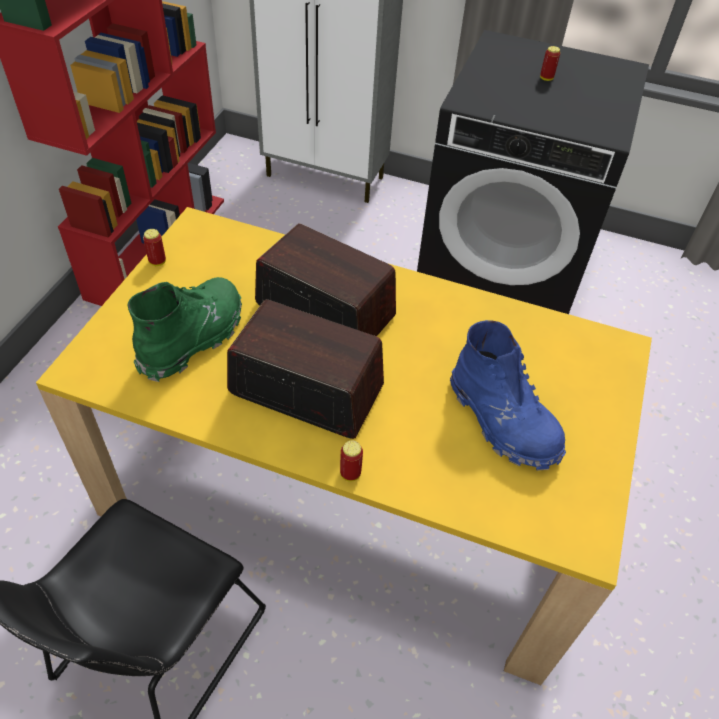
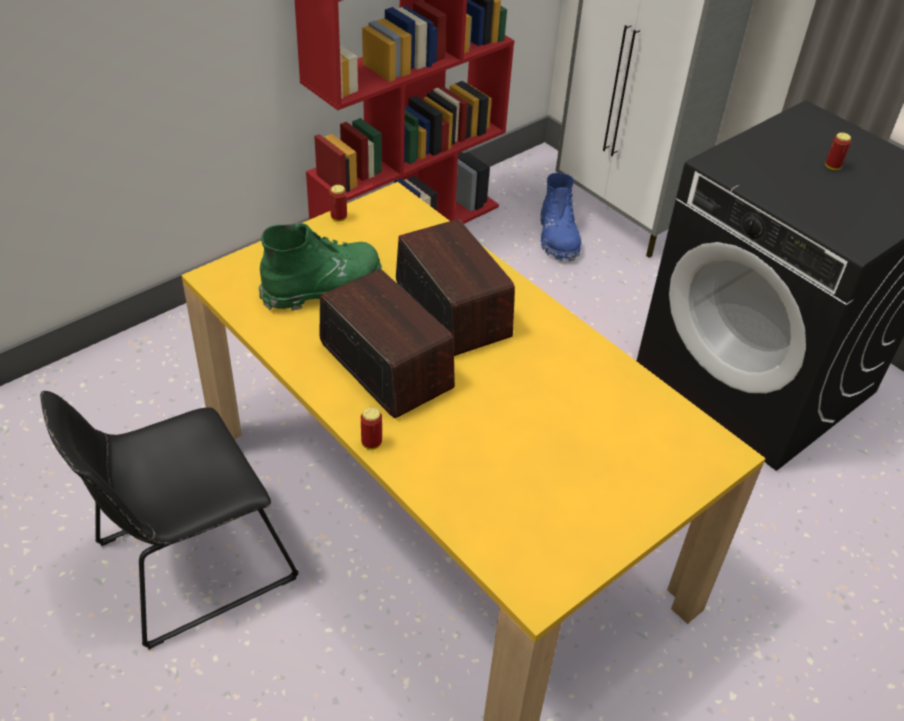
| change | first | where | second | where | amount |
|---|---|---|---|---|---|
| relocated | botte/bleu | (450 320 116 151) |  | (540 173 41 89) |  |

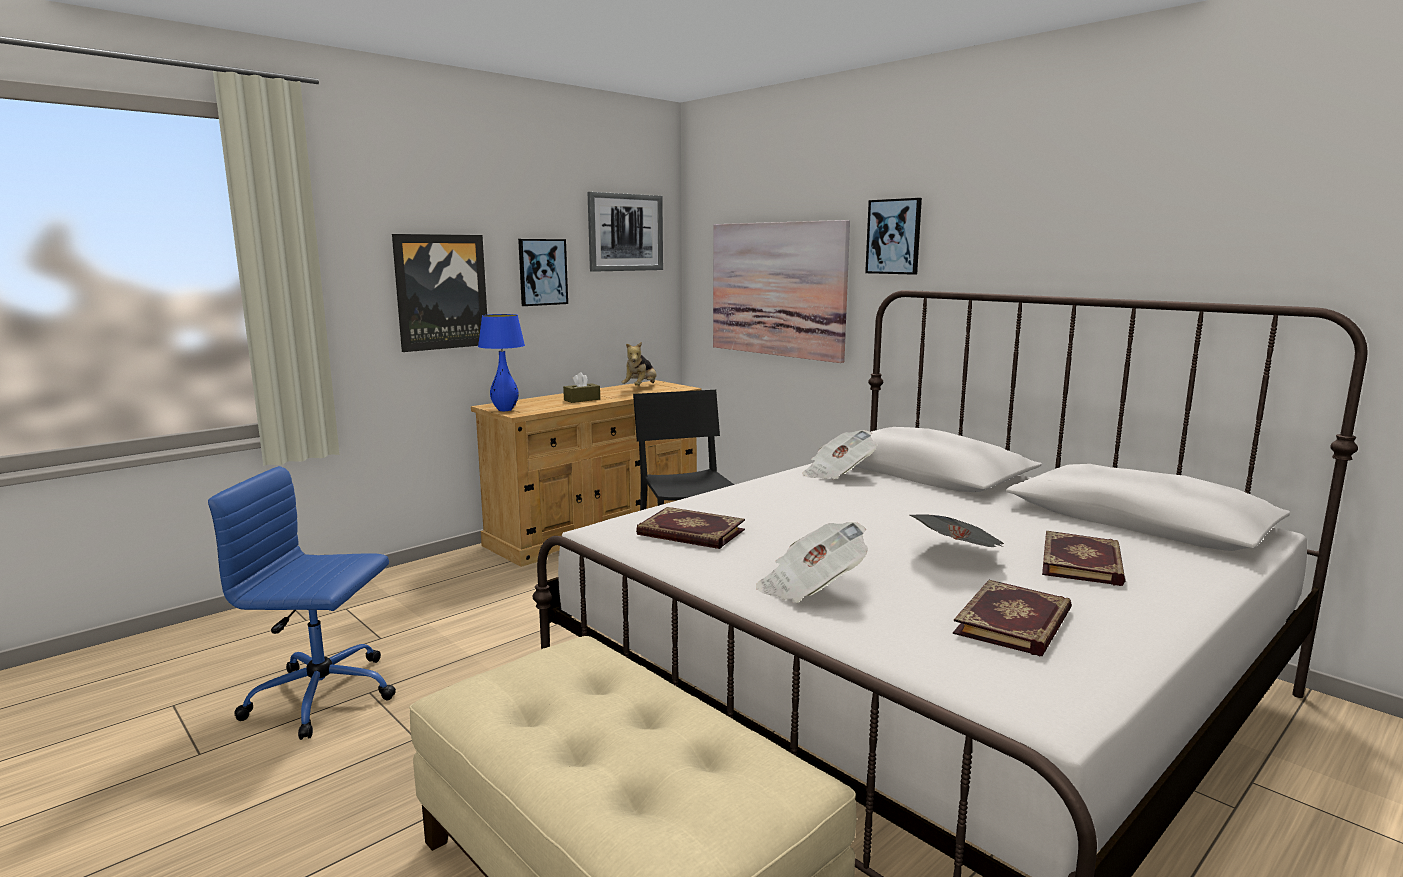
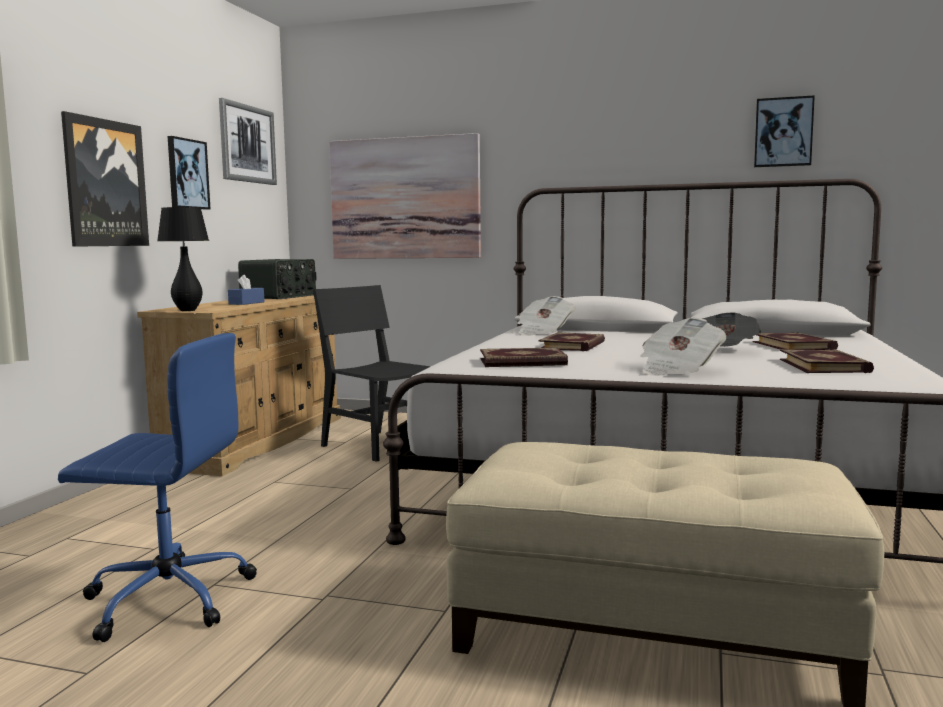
| change | first | where | second | where | amount |
|---|---|---|---|---|---|
| spun | chaise de bureau/bleu | (208 466 188 274) |  | (58 333 199 309) | 150 degrees counterclockwise |
| colour | lampe de table/bleu | (478 314 47 97) | lampe de table/noir | (157 207 52 104) |  |
| colour | boîte à mouchoirs/marron | (563 372 37 31) | boîte à mouchoirs/bleu | (228 275 36 30) |  |
| exchanged | peluche | (621 342 35 44) | radio | (238 259 79 40) |  |
| relocated | tableau | (865 198 57 77) |  | (754 95 61 72) |  |
| appeared |  |  | livre | (538 332 67 19) |  |

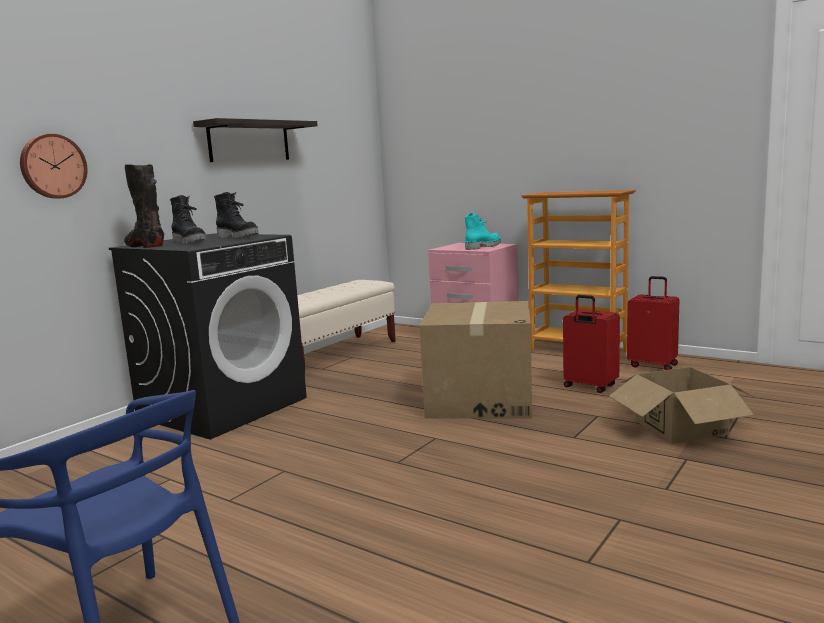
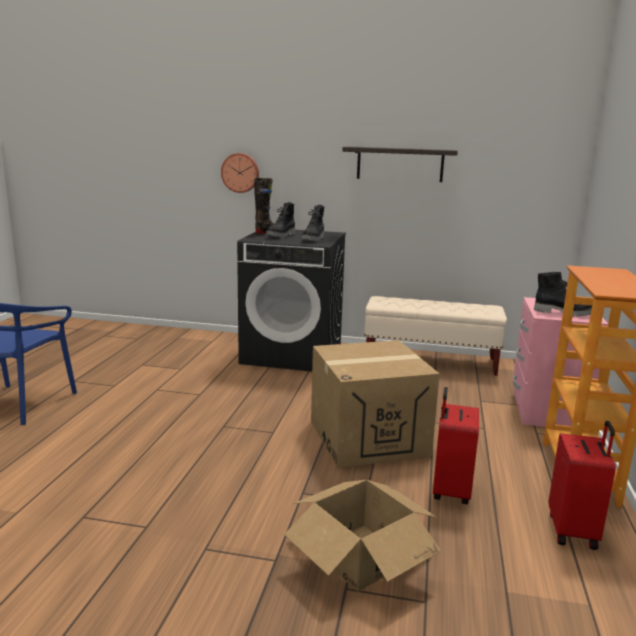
| change | first | where | second | where | amount |
|---|---|---|---|---|---|
| colour | botte/turquoise | (465 213 36 37) | botte/noir | (534 271 58 46) |  |

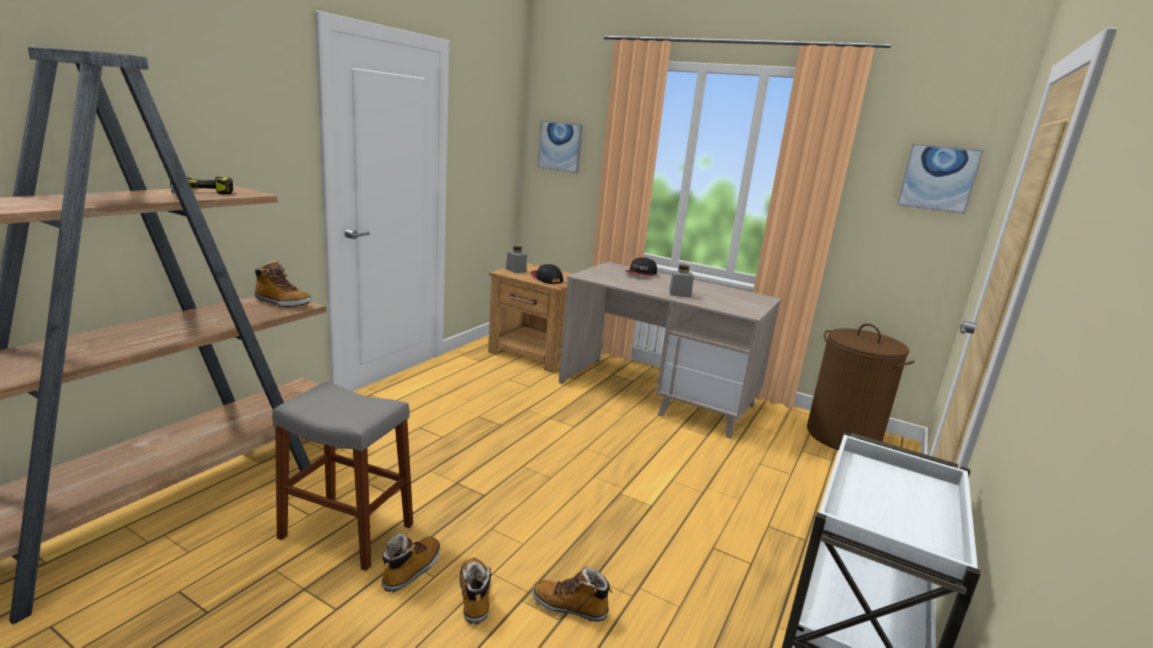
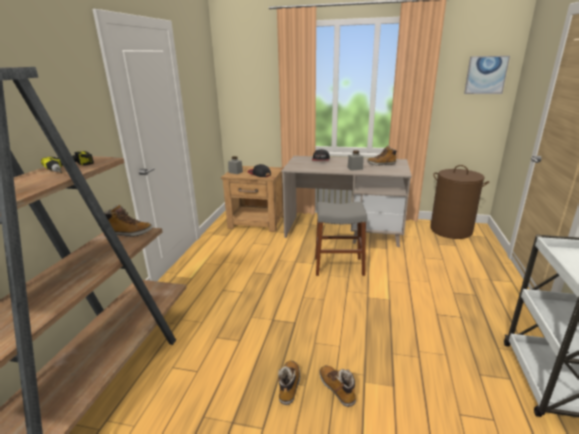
| change | first | where | second | where | amount |
|---|---|---|---|---|---|
| relocated | tabouret/gris | (272 382 141 189) |  | (315 202 52 74) |  |
| relocated | botte | (532 566 81 56) |  | (367 145 30 21) |  |
| missing | tableau | (538 120 45 53) |  |  |  |

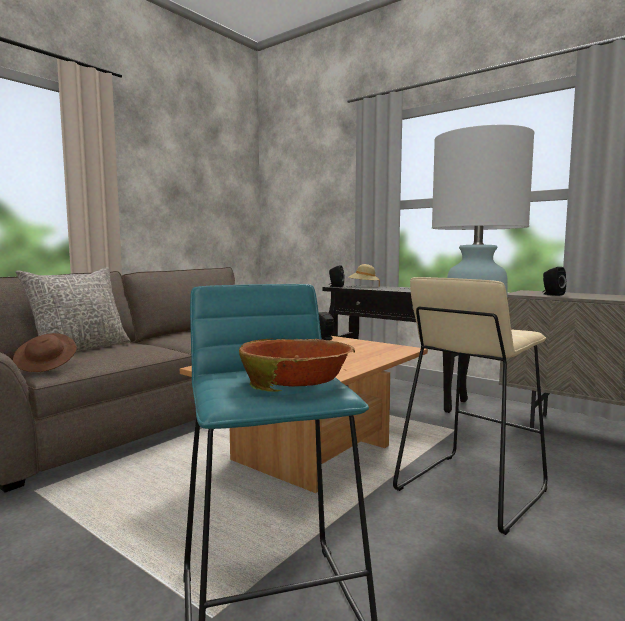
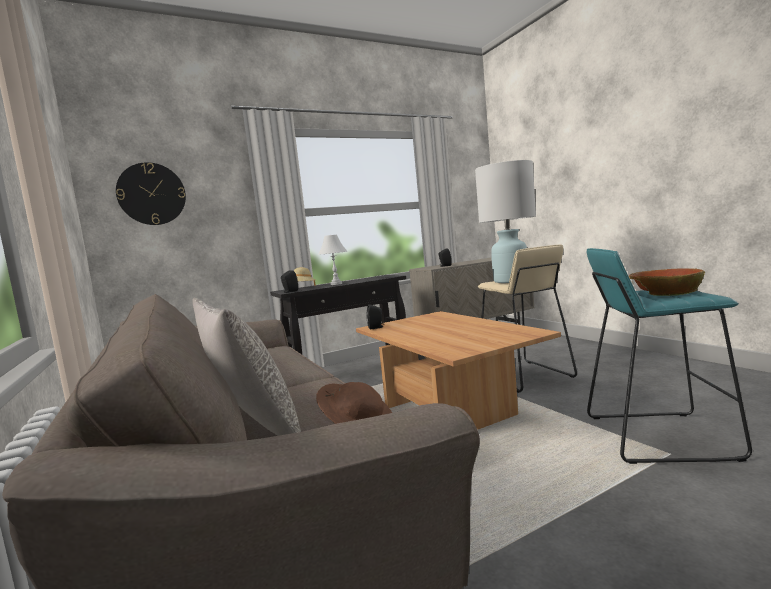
| change | first | where | second | where | amount |
|---|---|---|---|---|---|
| appeared |  |  | horloge murale | (116 162 70 63) |  |
| appeared |  |  | lampe de table/blanc | (318 235 29 50) |  |

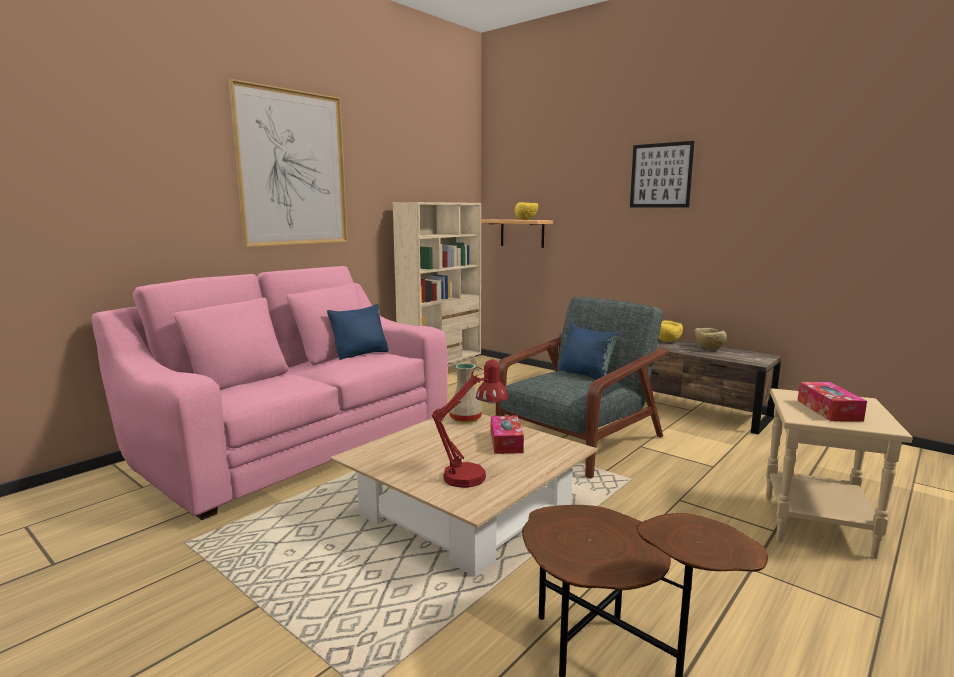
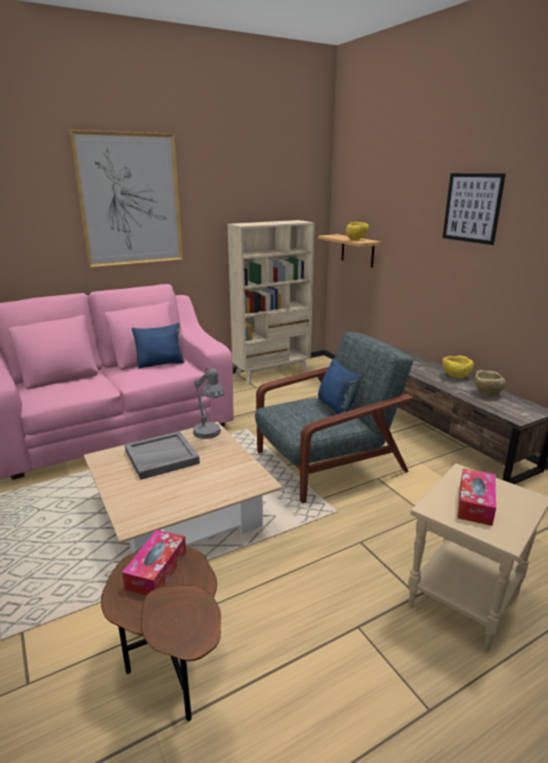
| change | first | where | second | where | amount |
|---|---|---|---|---|---|
| missing | lampe de table/rouge | (431 360 77 128) |  |  |  |
| exchanged | vase/beige | (449 363 34 60) | lampe de table/gris | (193 368 32 71) |  |
| relocated | boîte à mouchoirs | (491 416 33 38) |  | (122 530 64 66) |  |
| appeared |  |  | plateau/gris | (125 431 75 49) |  |

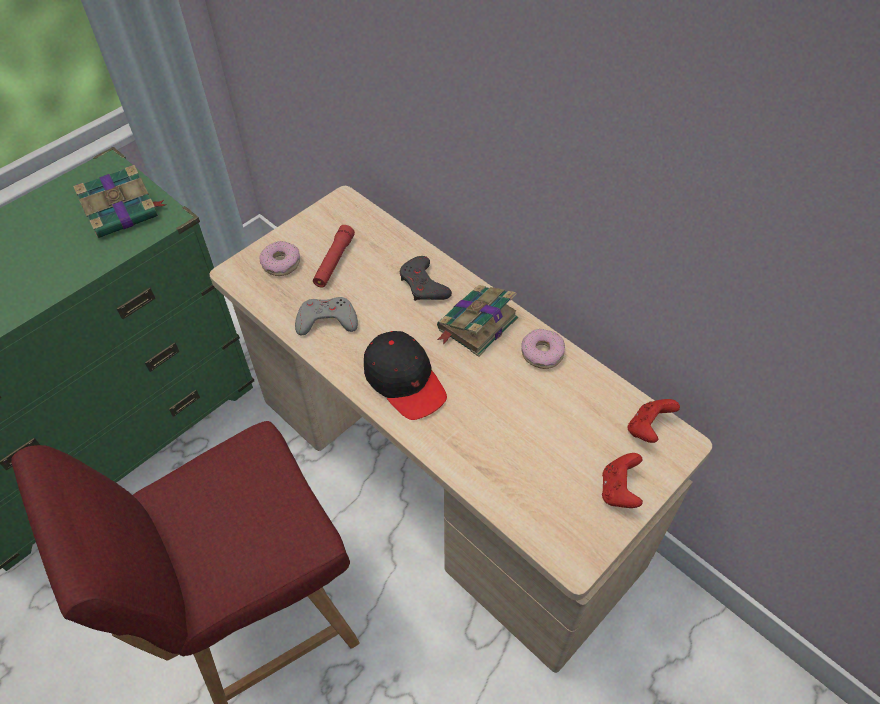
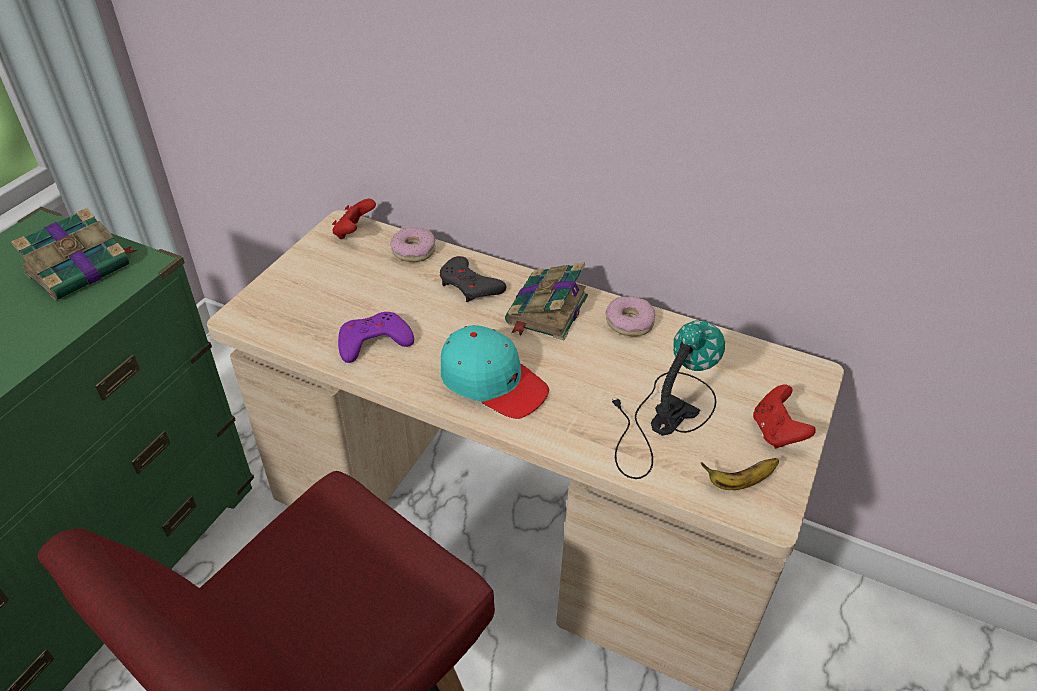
| change | first | where | second | where | amount |
|---|---|---|---|---|---|
| relocated | beignet | (259 241 41 35) |  | (390 227 45 35) |  |
| colour | manette/gris | (295 297 63 38) | manette/violet | (338 312 76 51) |  |
| missing | lampe de poche/rouge | (313 225 42 63) |  |  |  |
| colour | casquette/noir | (364 331 83 89) | casquette/turquoise | (441 325 108 94) |  |
| relocated | manette/rouge | (628 399 52 44) |  | (332 199 44 40) |  |
| appeared |  |  | lampe de table | (612 321 113 158) |  |
| appeared |  |  | banane | (701 458 78 32) |  |

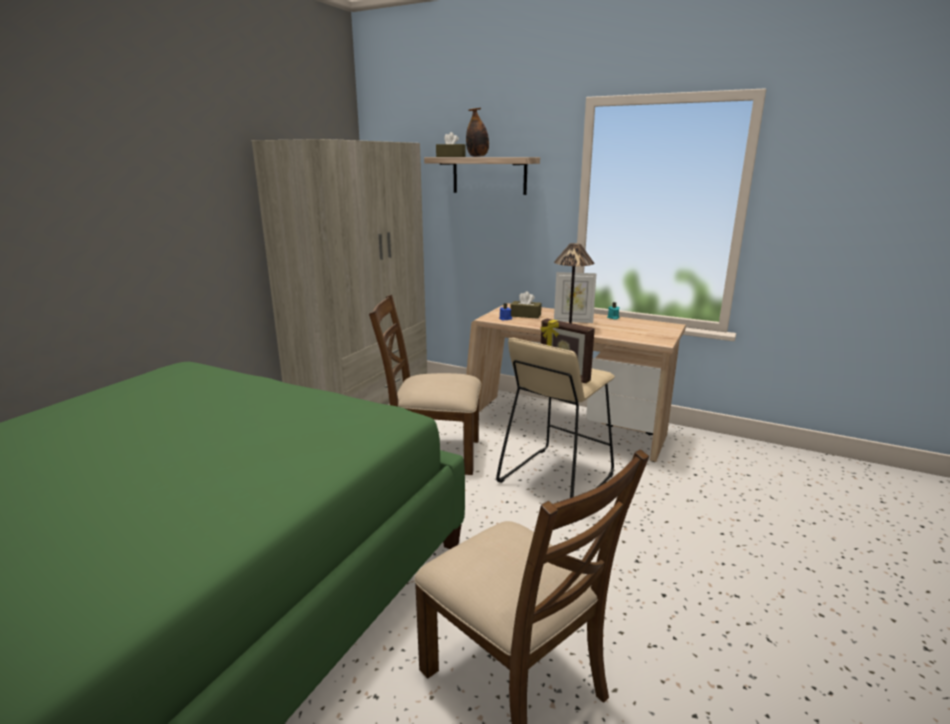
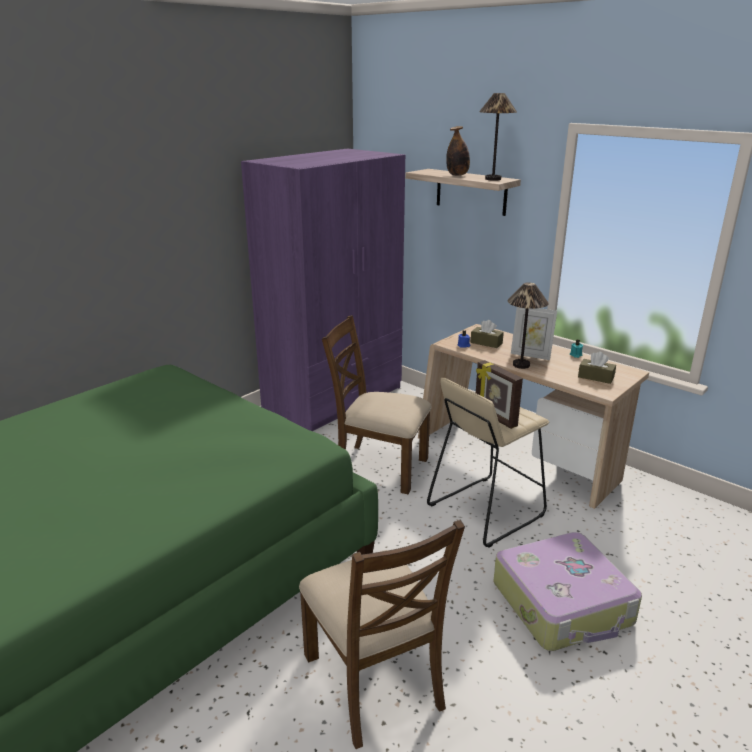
| change | first | where | second | where | amount |
|---|---|---|---|---|---|
| colour | armoire/beige | (252 139 175 266) | armoire/violet | (241 149 164 282) |  |
| relocated | boîte à mouchoirs/marron | (436 132 30 25) |  | (578 352 38 32) |  |
| appeared |  |  | lampe de table | (479 93 38 88) |  |
| appeared |  |  | valise | (493 532 149 119) |  |

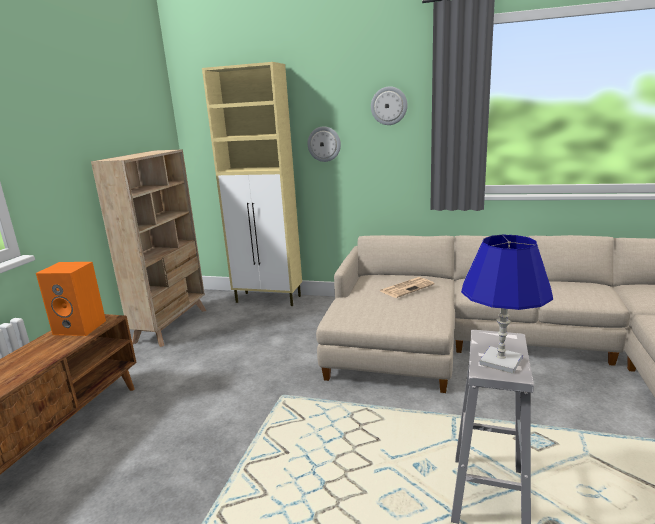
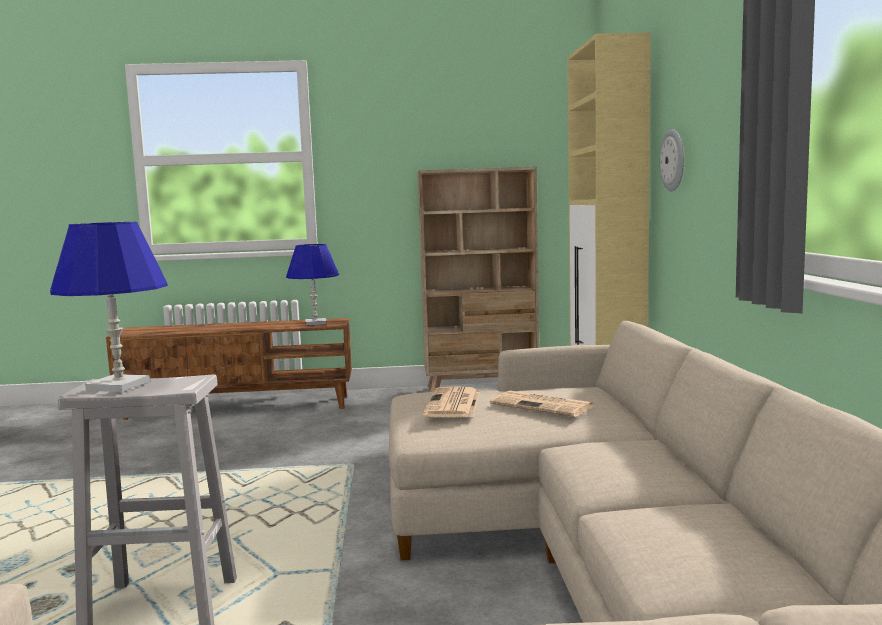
| change | first | where | second | where | amount |
|---|---|---|---|---|---|
| exchanged | enceinte/orange | (36 262 70 74) | lampe de table/bleu | (286 244 53 81) |  |
| missing | horloge murale | (371 86 36 39) |  |  |  |
| appeared |  |  | journal | (423 386 57 32) |  |

